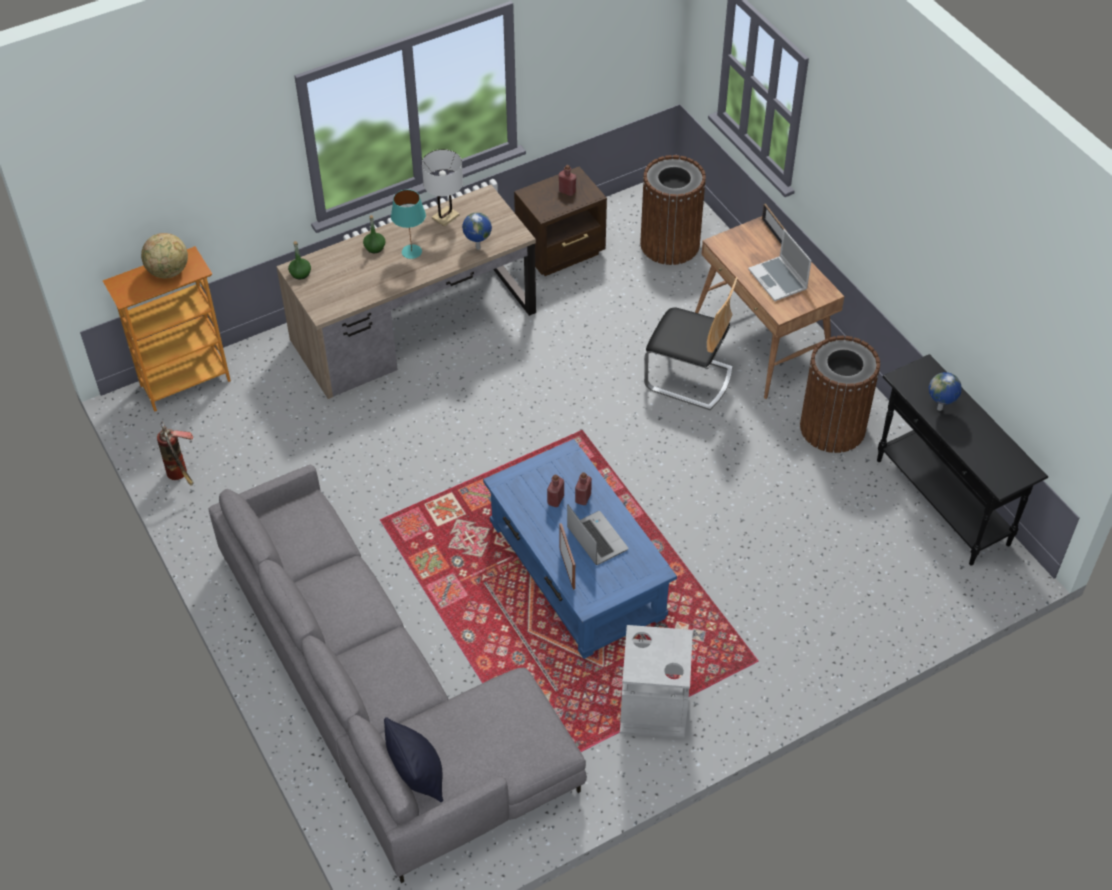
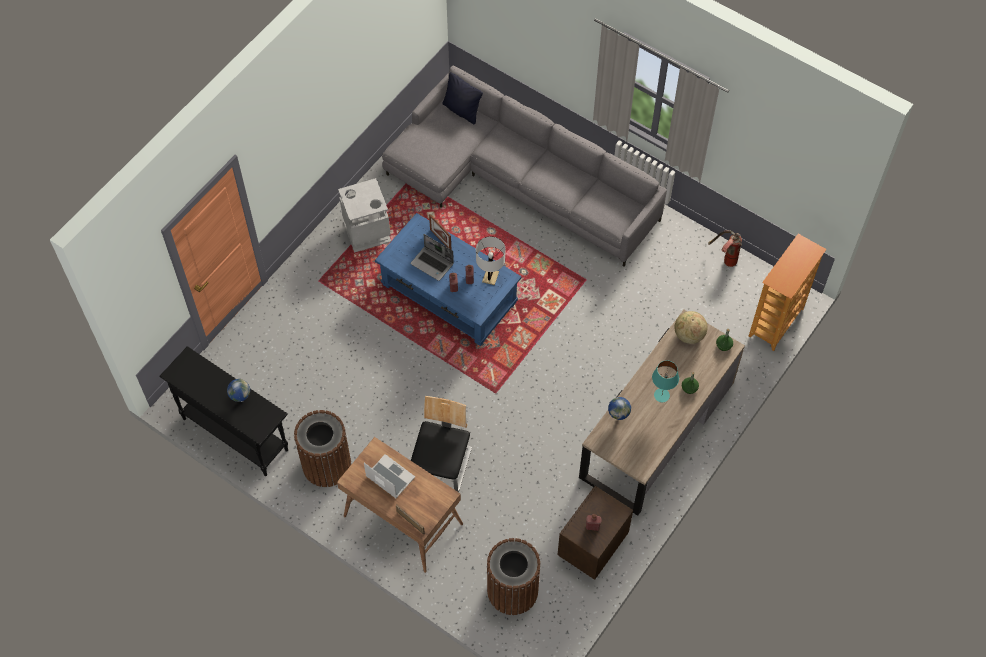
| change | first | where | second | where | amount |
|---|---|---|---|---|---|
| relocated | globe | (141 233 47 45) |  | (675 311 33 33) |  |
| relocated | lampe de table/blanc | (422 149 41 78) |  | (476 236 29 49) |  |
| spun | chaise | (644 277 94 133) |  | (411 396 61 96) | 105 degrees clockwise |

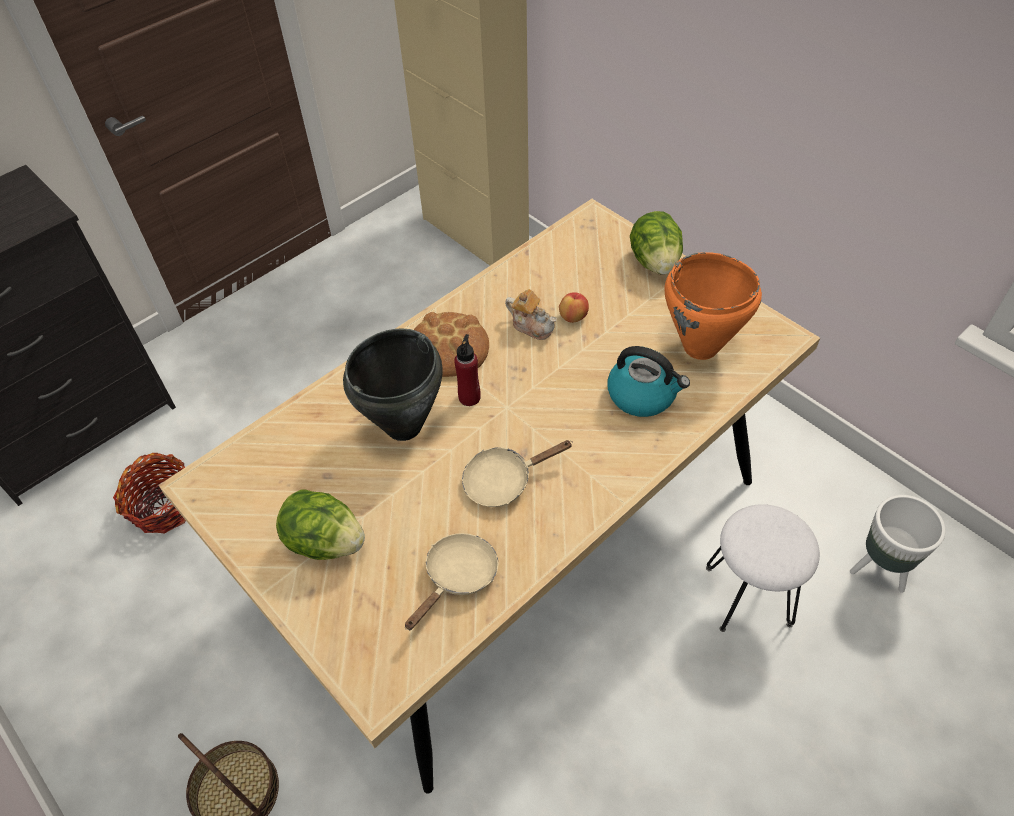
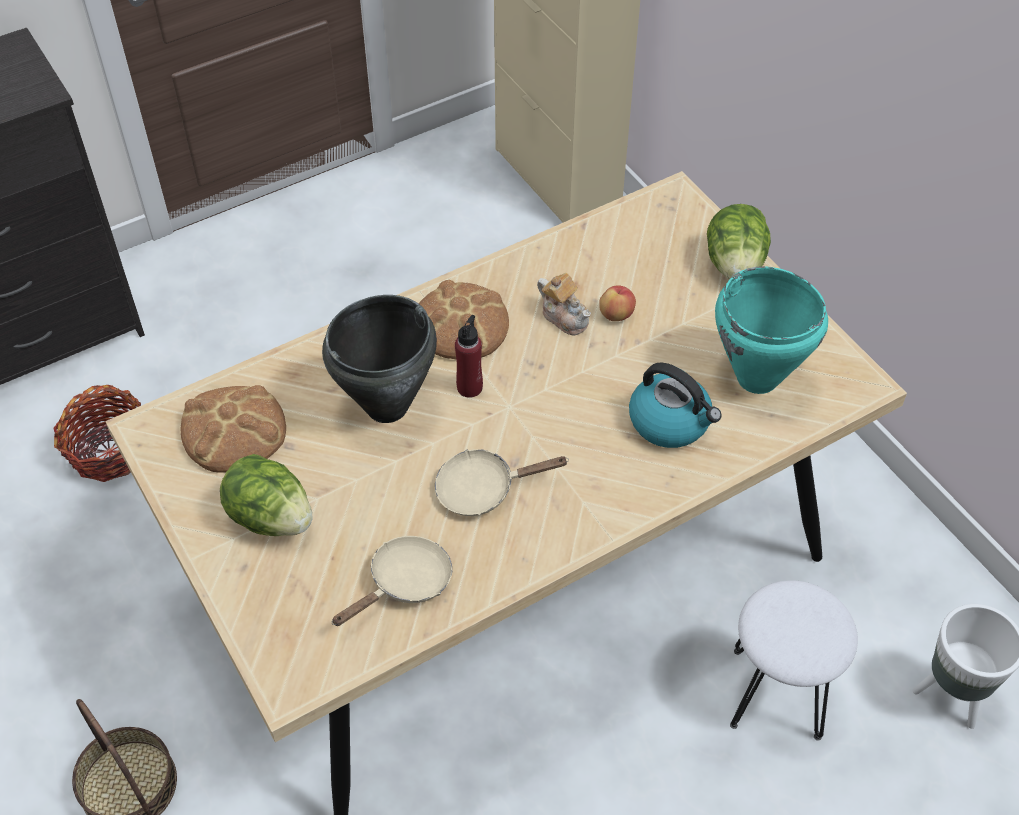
| change | first | where | second | where | amount |
|---|---|---|---|---|---|
| colour | marmite/orange | (665 252 97 108) | marmite/turquoise | (715 266 113 128) |  |
| appeared |  |  | pain | (181 385 105 88) |  |

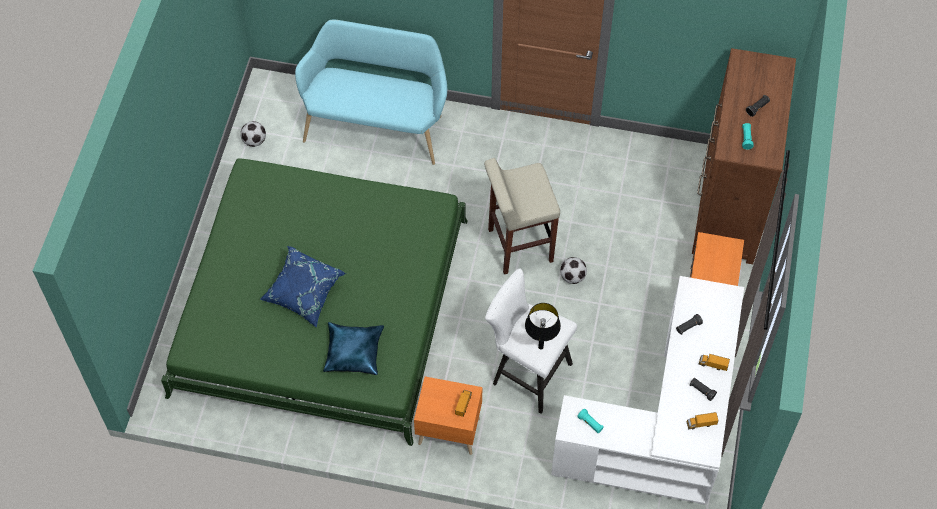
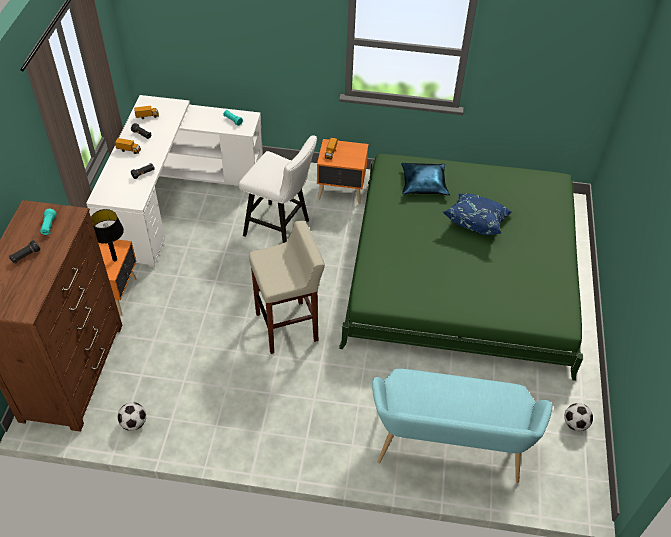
| change | first | where | second | where | amount |
|---|---|---|---|---|---|
| relocated | lampe de table/noir | (525 303 36 46) |  | (91 209 33 52) |  |
| relocated | ballon de foot | (560 257 27 27) |  | (118 402 28 29) |  |

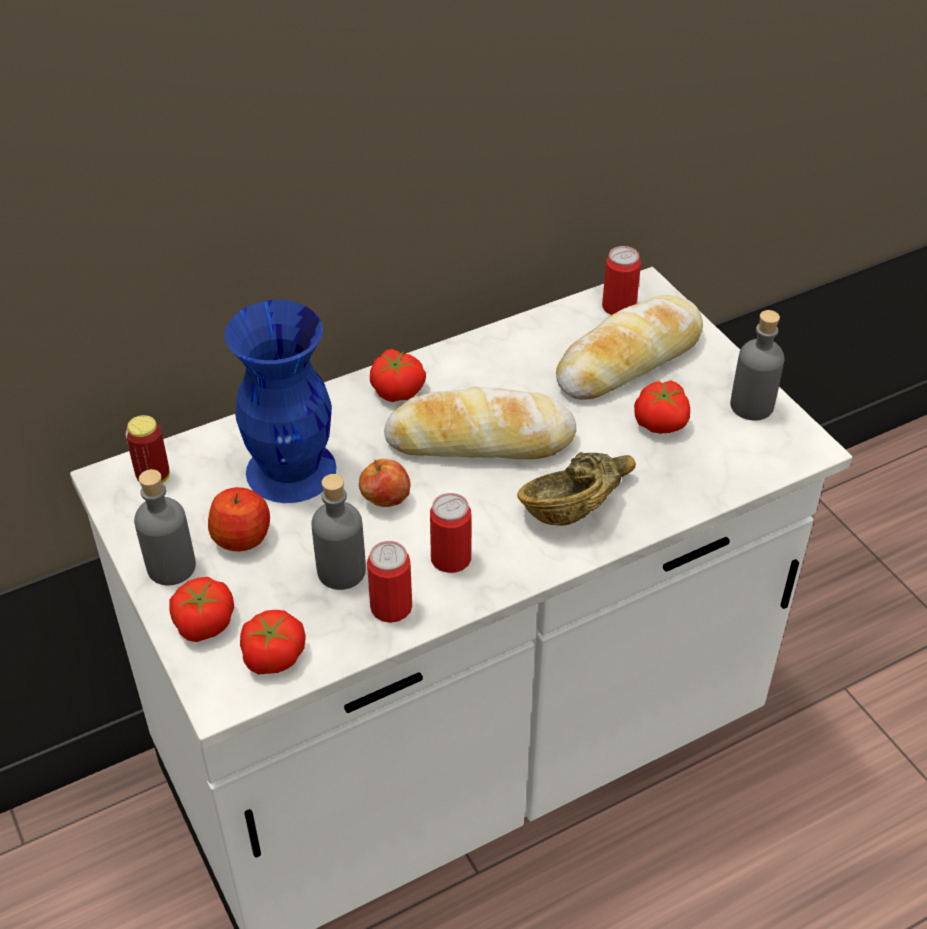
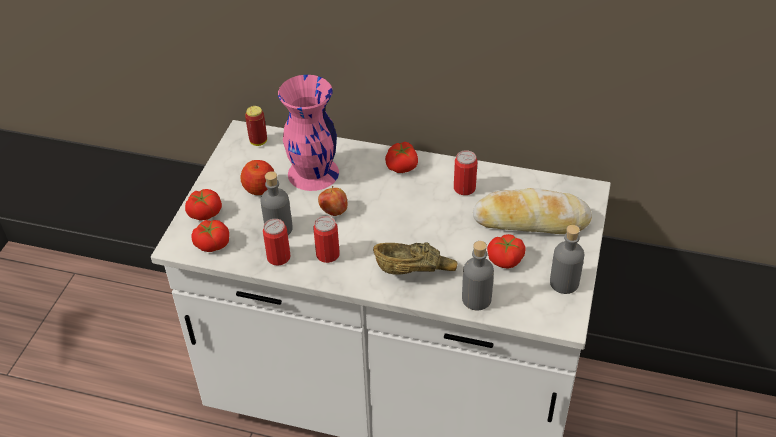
| change | first | where | second | where | amount |
|---|---|---|---|---|---|
| relocated | bouteille/gris | (134 469 62 116) |  | (462 241 32 70) |  |
| colour | vase/bleu | (224 300 112 203) | vase/rose | (278 75 61 116) |  |
| missing | pain | (384 387 192 72) |  |  |  |
| relocated | boîte métallique | (602 246 39 69) |  | (454 150 23 45) |  |

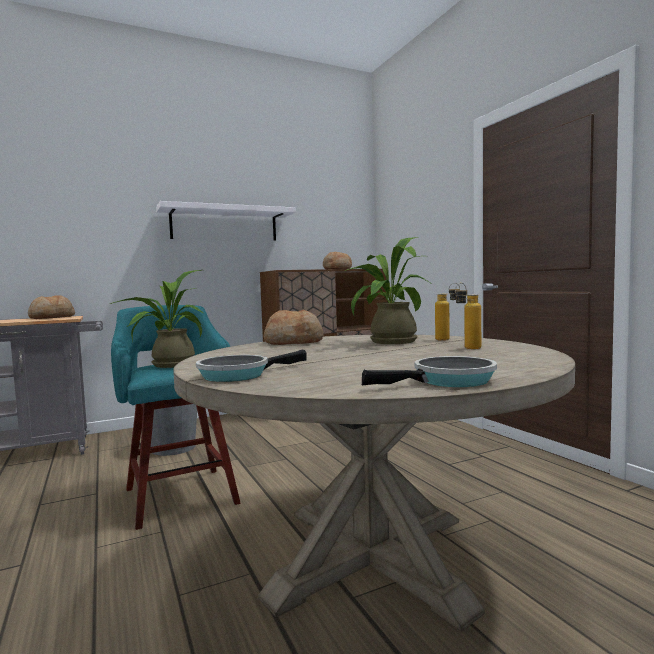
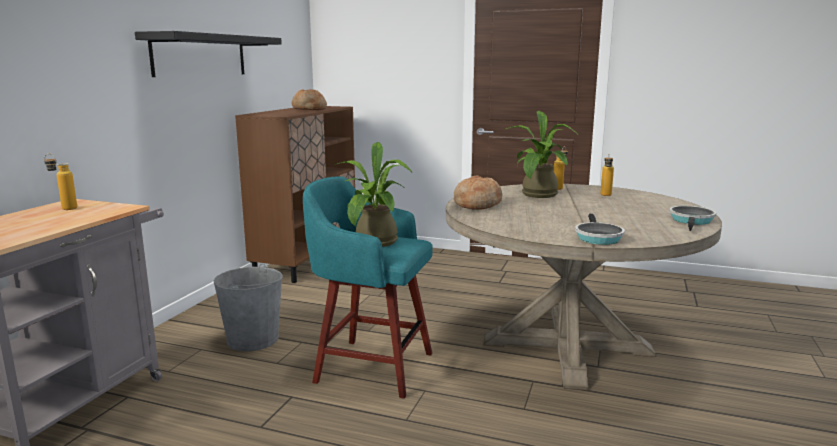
| change | first | where | second | where | amount |
|---|---|---|---|---|---|
| exchanged | pain | (28 296 47 23) | bouteille | (44 153 33 57) |  |
| colour | étagère/blanc | (156 201 140 40) | étagère/noir | (135 31 147 46) |  |

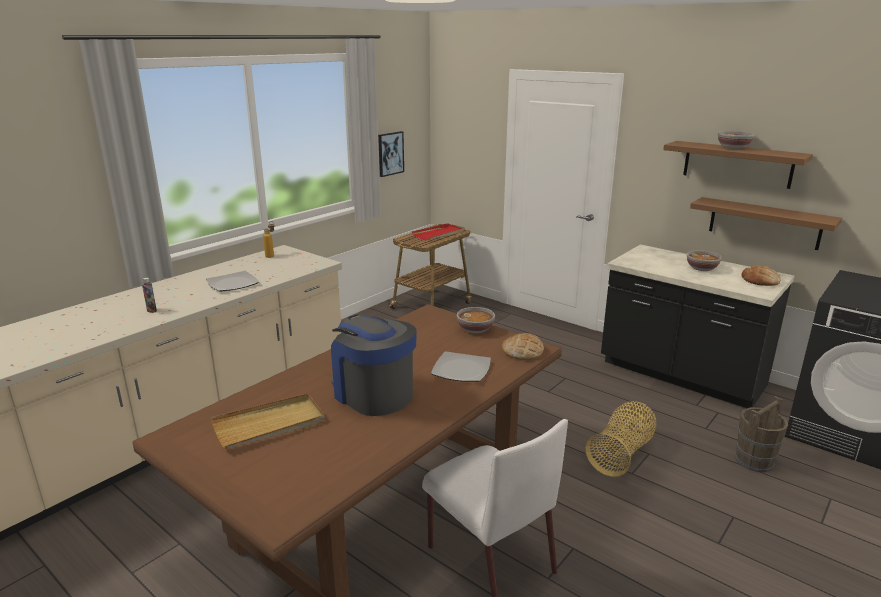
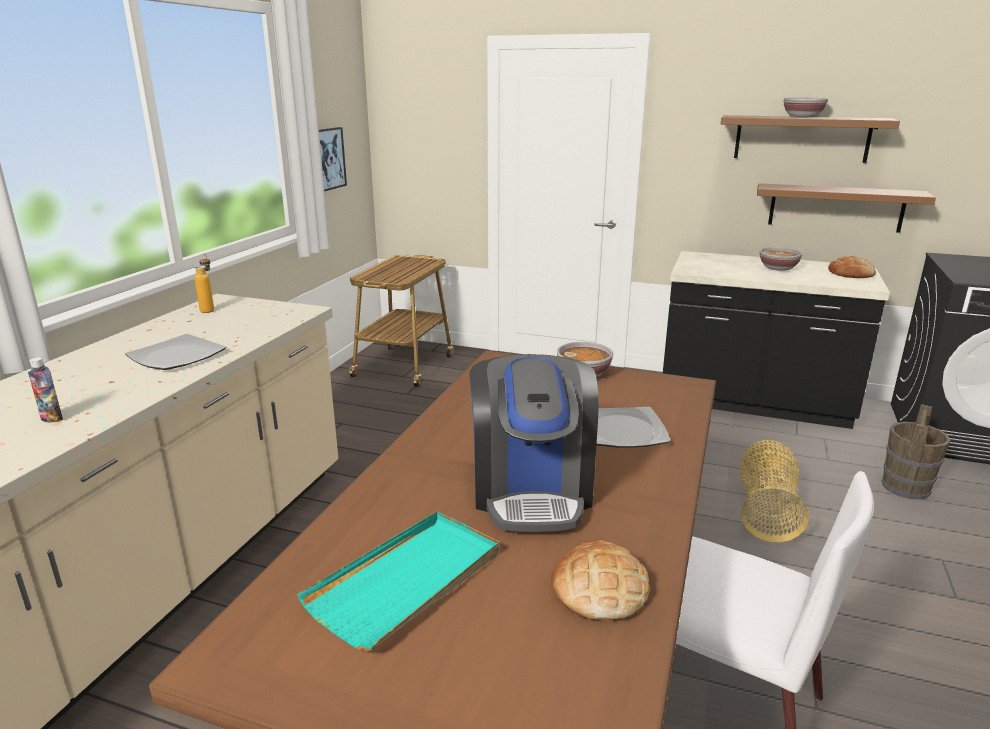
| change | first | where | second | where | amount |
|---|---|---|---|---|---|
| colour | plateau/beige | (211 393 114 56) | plateau/turquoise | (297 511 202 140) |  |
| spun | machine à café | (331 315 86 101) |  | (469 354 129 178) | 120 degrees counterclockwise |
| missing | plateau/rouge | (412 223 52 18) |  |  |  |
| relocated | pain | (502 333 42 27) |  | (551 540 98 80) |  |

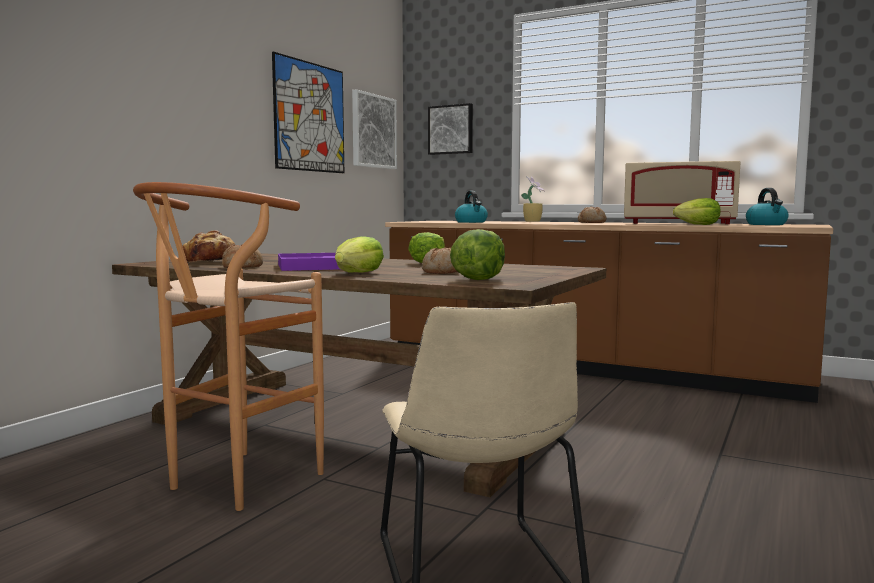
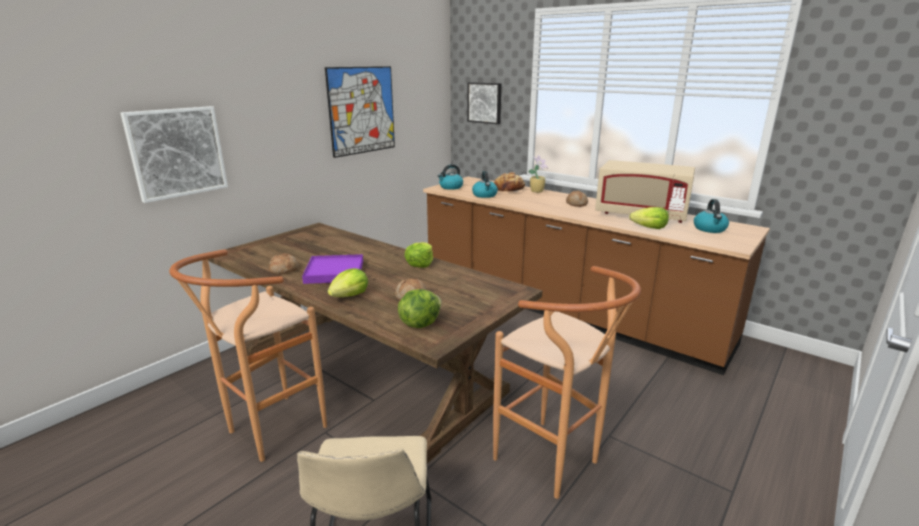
| change | first | where | second | where | amount |
|---|---|---|---|---|---|
| relocated | pain | (183 230 52 33) |  | (494 172 31 20) |  |
| relocated | tableau | (352 89 45 80) |  | (121 106 107 97) |  |
| appeared |  |  | bouilloire | (438 164 25 26) |  |
| appeared |  |  | tabouret/marron | (493 266 148 233) |  |

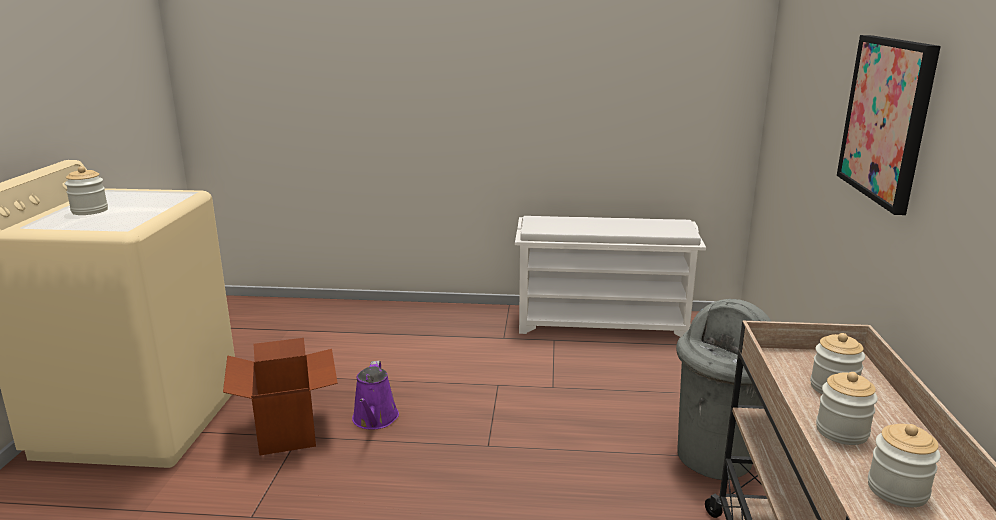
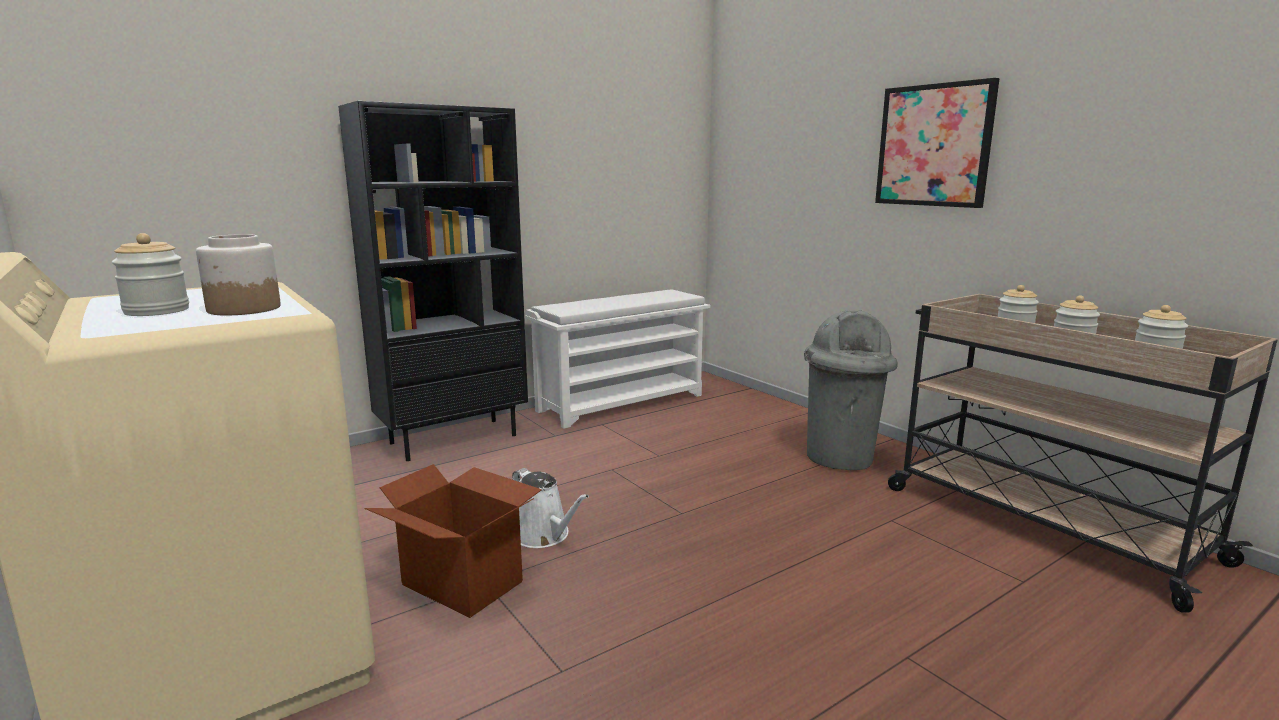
| change | first | where | second | where | amount |
|---|---|---|---|---|---|
| colour | arrosoir/violet | (352 361 47 69) | arrosoir/blanc | (512 468 77 80) |  |
| appeared |  |  | bocal | (196 234 85 81) |  |
| appeared |  |  | bibliothèque/noir | (338 101 190 360) |  |

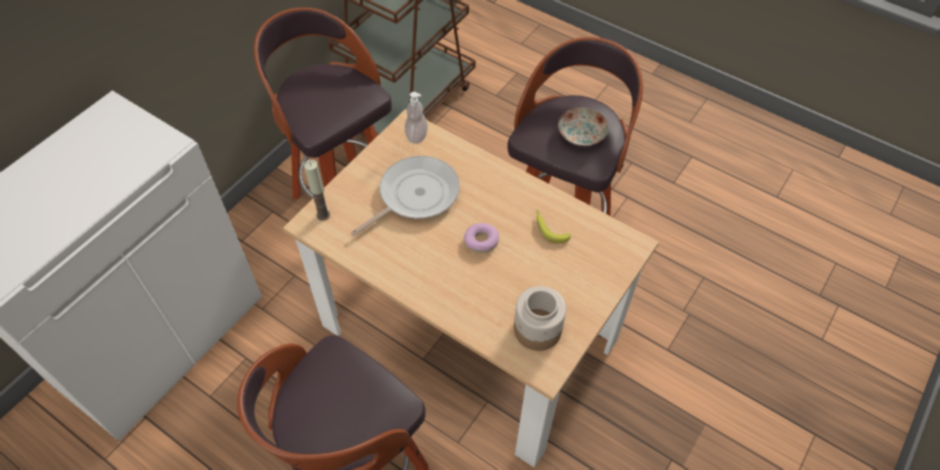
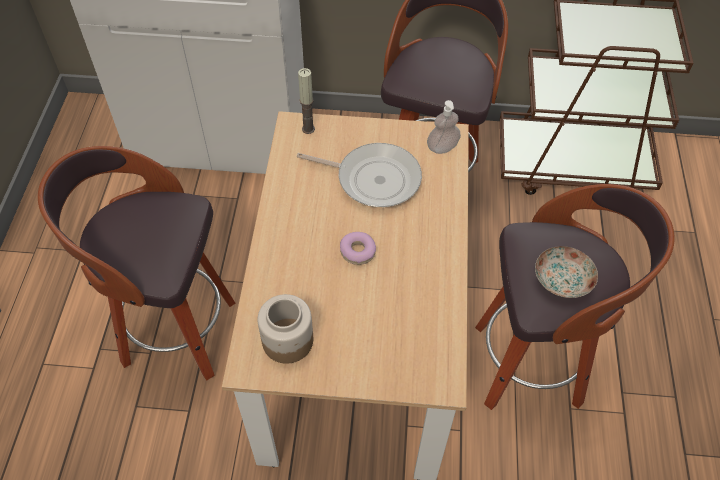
| change | first | where | second | where | amount |
|---|---|---|---|---|---|
| missing | banane | (536 210 35 33) |  |  |  |

